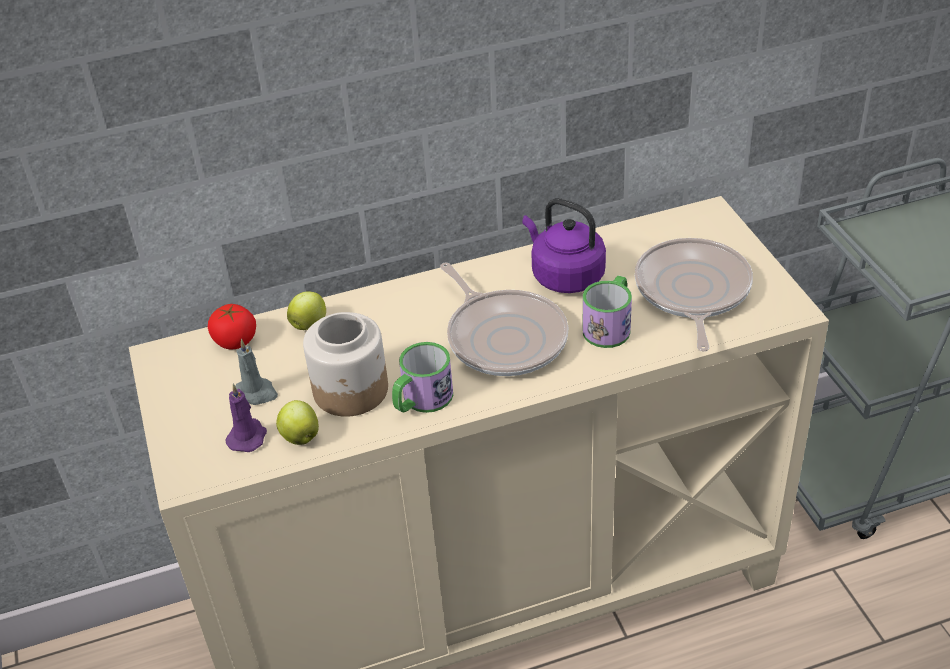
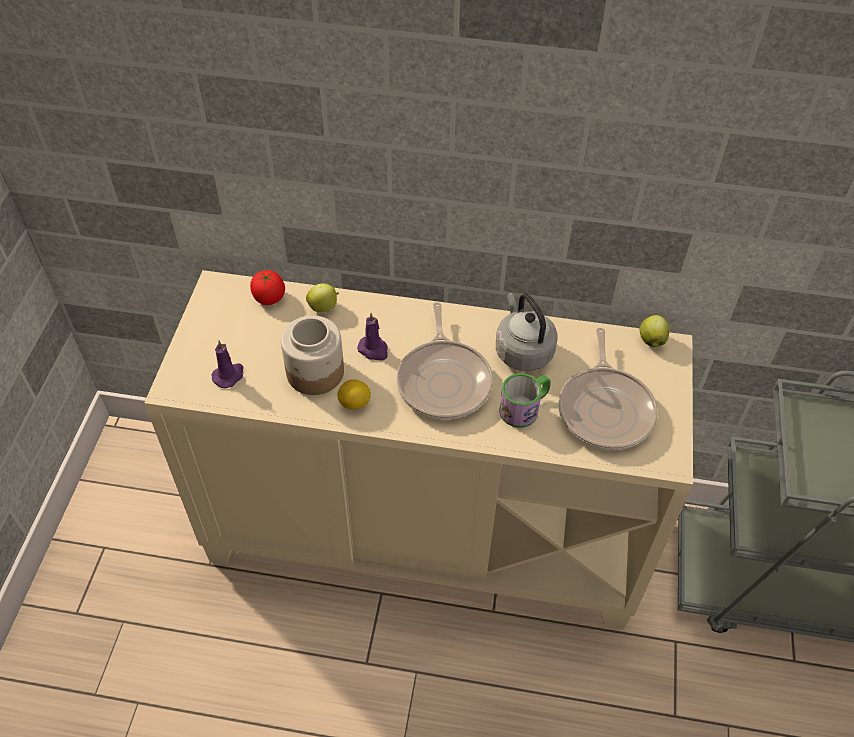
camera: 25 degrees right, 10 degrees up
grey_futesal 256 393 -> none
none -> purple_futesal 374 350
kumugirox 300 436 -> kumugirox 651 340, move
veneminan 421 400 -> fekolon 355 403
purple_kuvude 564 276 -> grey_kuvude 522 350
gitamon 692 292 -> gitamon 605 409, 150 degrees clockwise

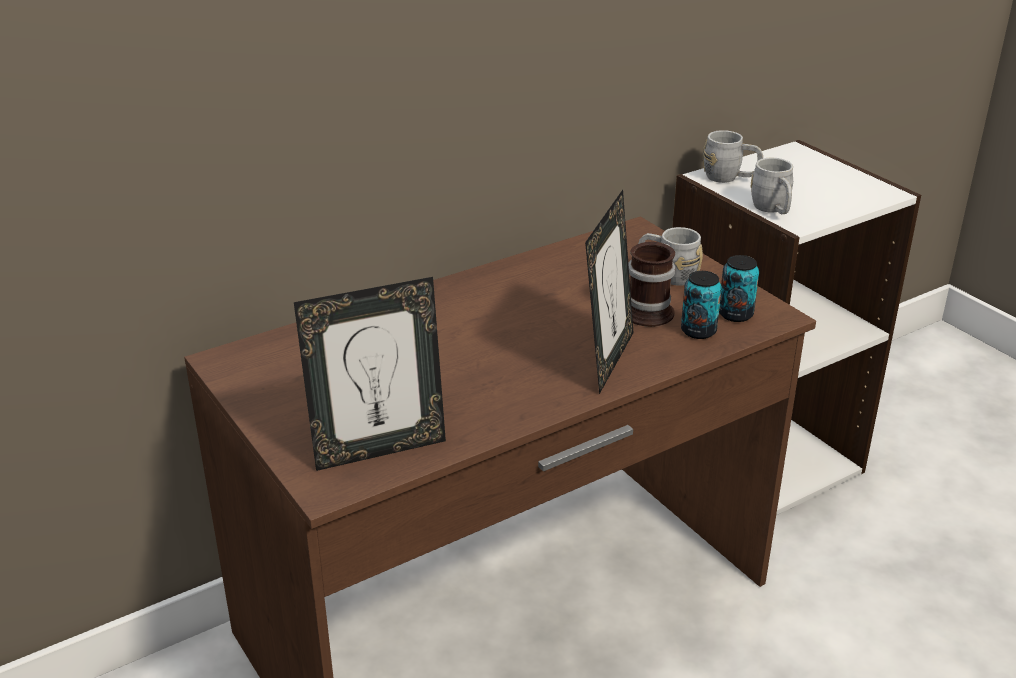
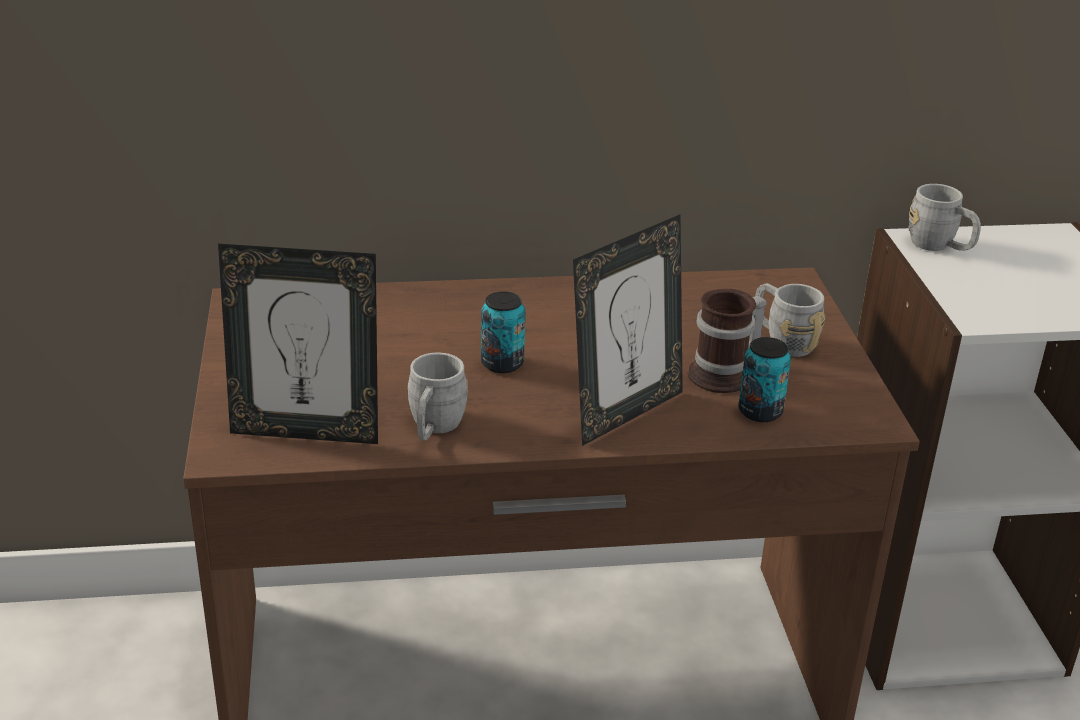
camera: 25 degrees right, 0 degrees up
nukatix 735 314 -> nukatix 502 363, move
grey_veneminan 773 210 -> grey_veneminan 433 428, move

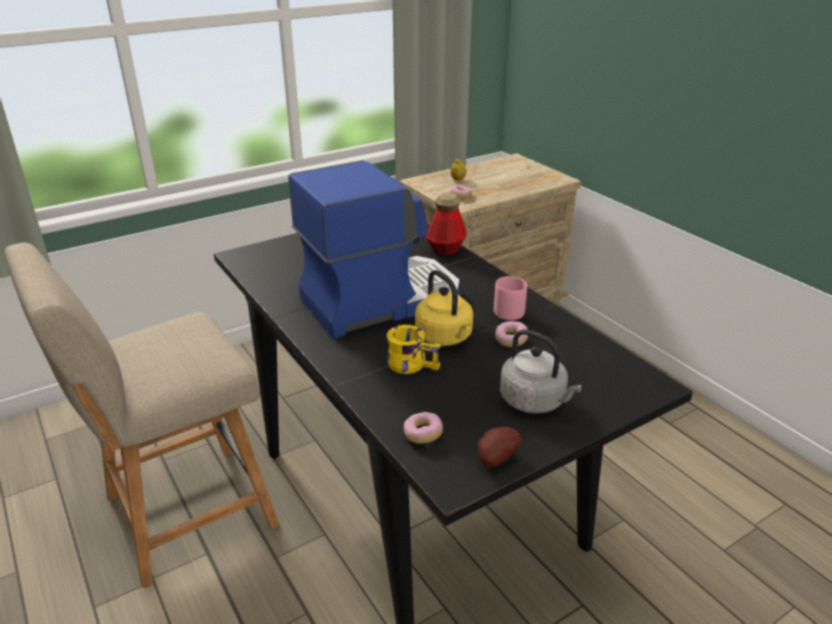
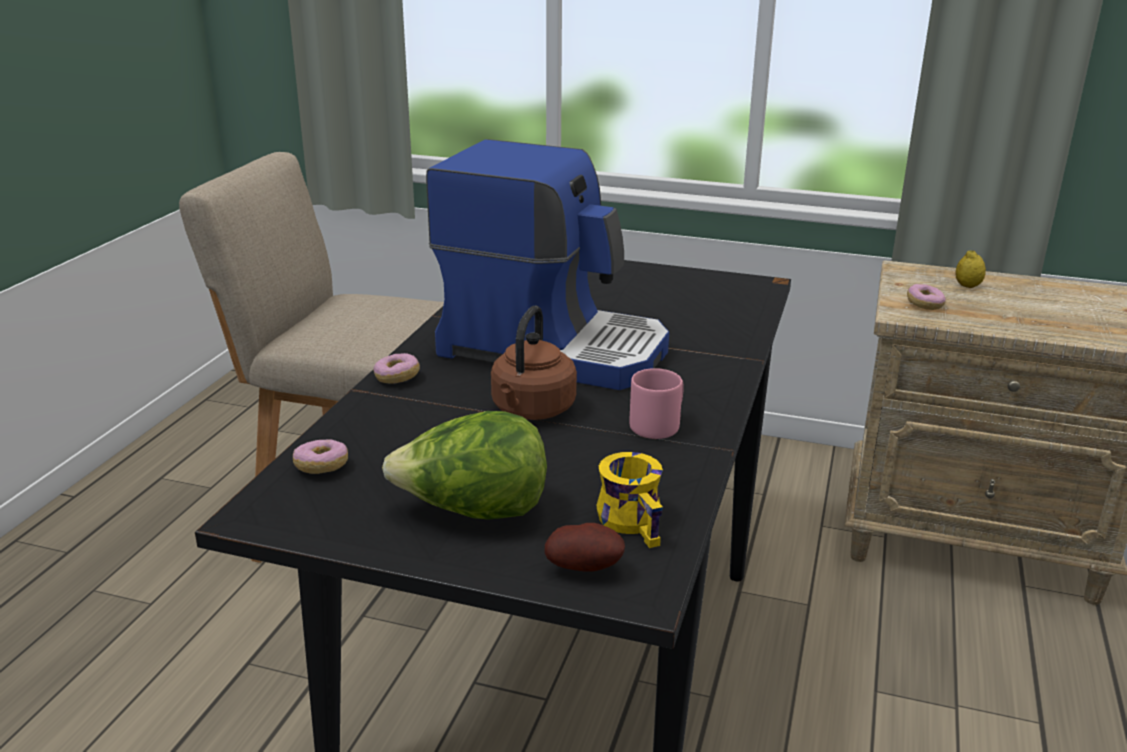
camera: 50 degrees right, 5 degrees down
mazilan 446 249 -> none
yellow_veneminan 413 363 -> yellow_veneminan 637 521, move
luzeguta 495 458 -> luzeguta 585 568, move
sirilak 511 340 -> sirilak 397 378, move
grey_kuvude 535 401 -> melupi 473 512
yellow_kuvude 445 338 -> brown_kuvude 531 410

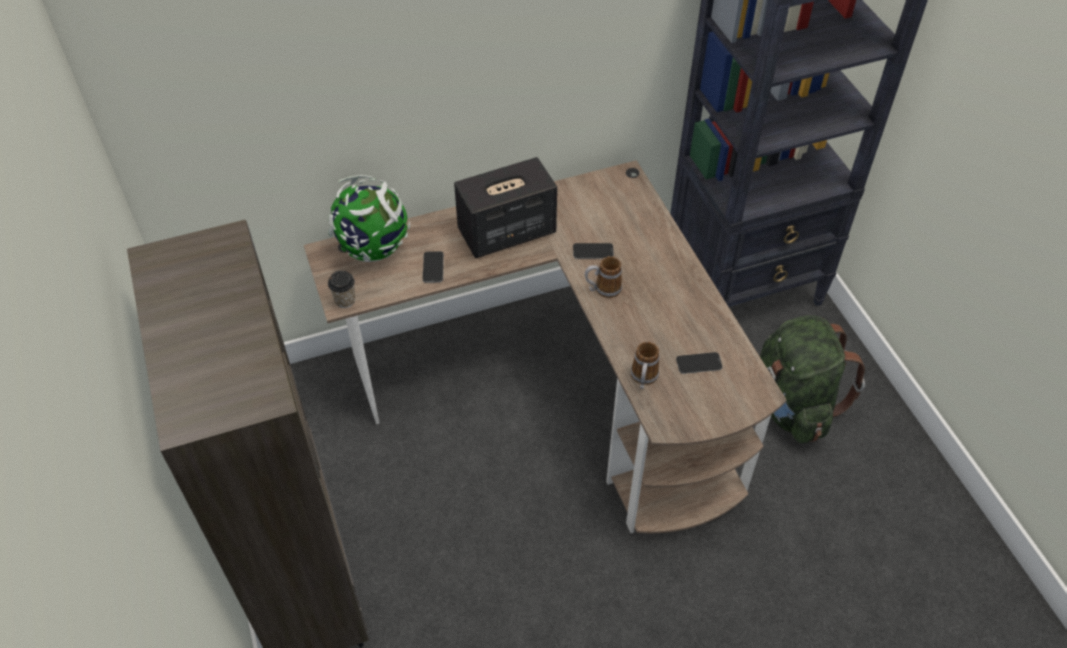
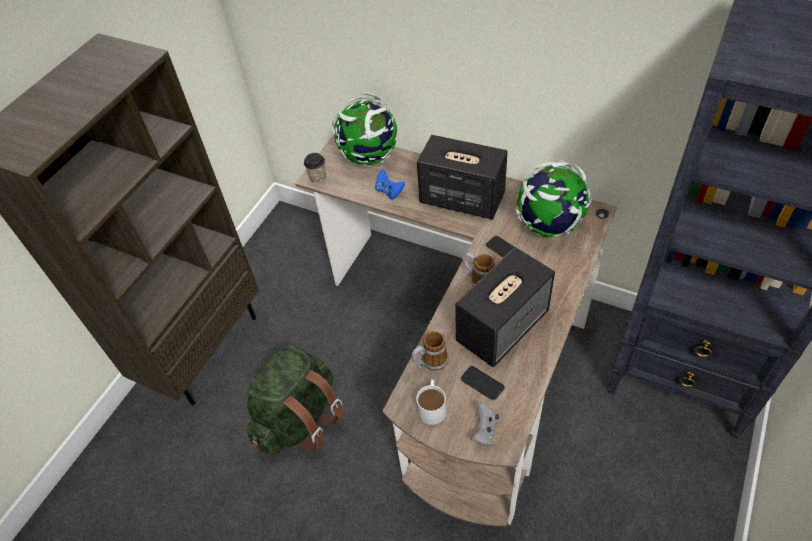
camera: 50 degrees right, 0 degrees up
none -> white_veneminan 432 406
none -> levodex 503 326
none -> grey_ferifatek 485 431
none -> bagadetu 548 226
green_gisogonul 792 405 -> green_gisogonul 299 420, move
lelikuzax 433 267 -> blue_ferifatek 389 191

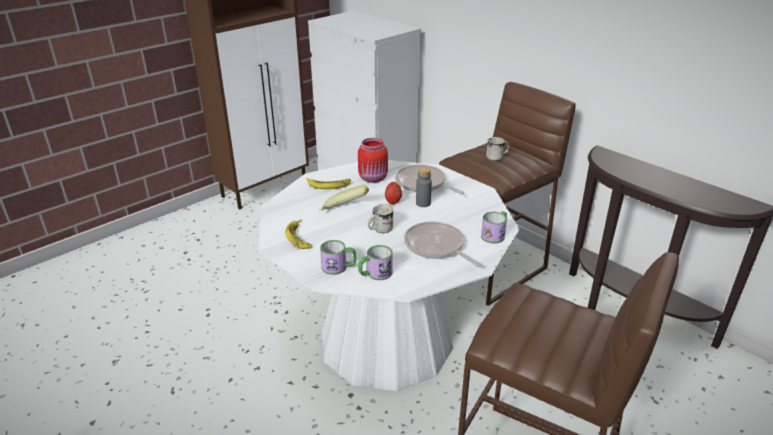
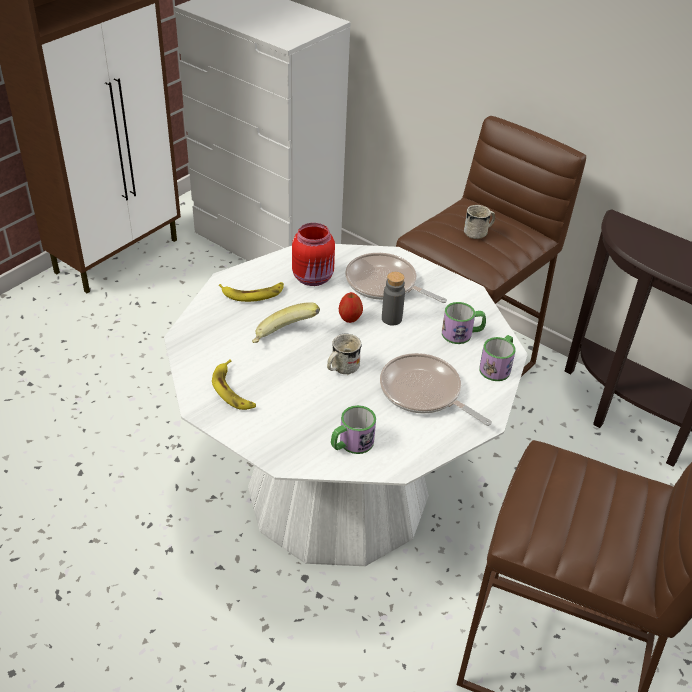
camera: 10 degrees left, 10 degrees up
veneminan 339 267 -> veneminan 462 334, move

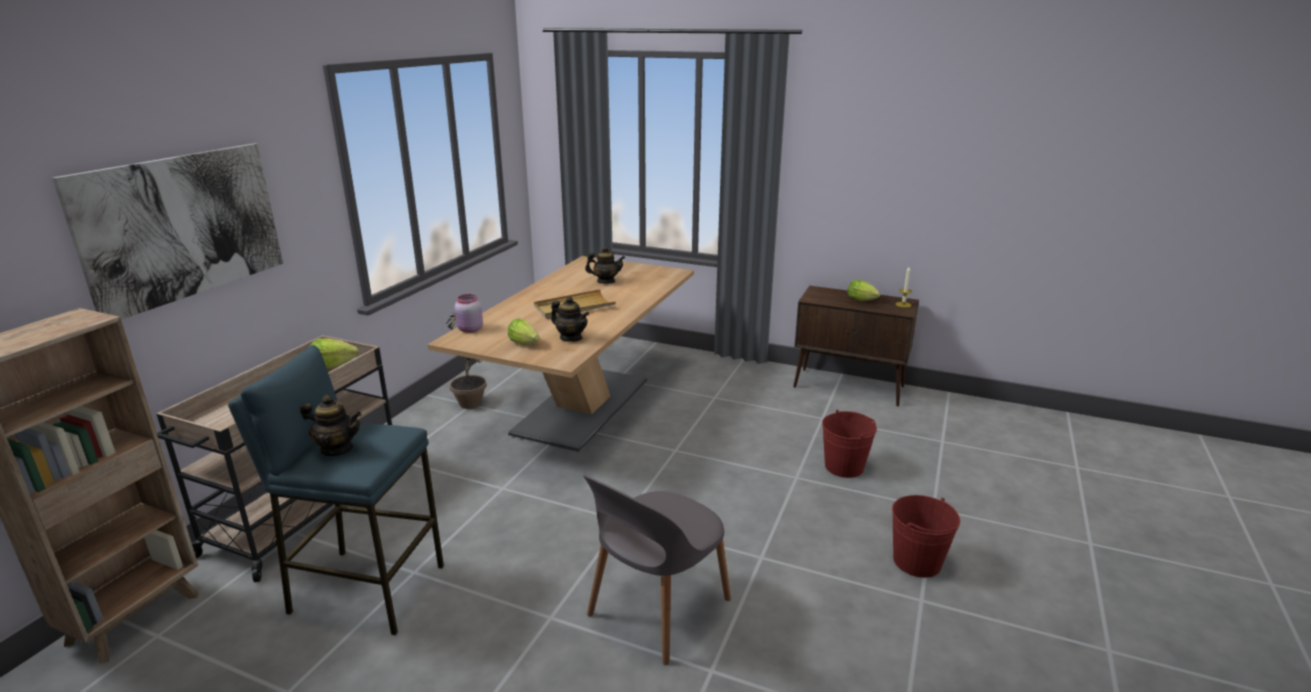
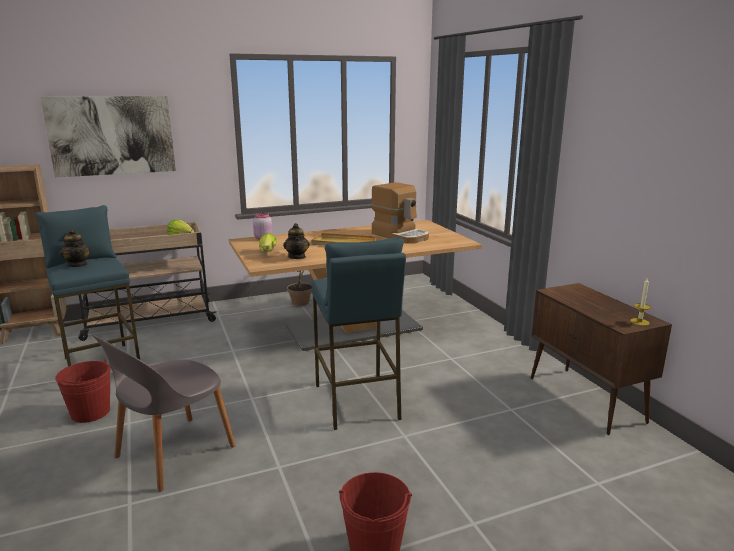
camera: 45 degrees right, 5 degrees down
melupi 863 300 -> none
none -> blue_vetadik 356 402
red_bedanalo 844 467 -> red_bedanalo 90 412, move
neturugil 606 281 -> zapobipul 401 235
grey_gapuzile 656 609 -> grey_gapuzile 172 453, 45 degrees counterclockwise

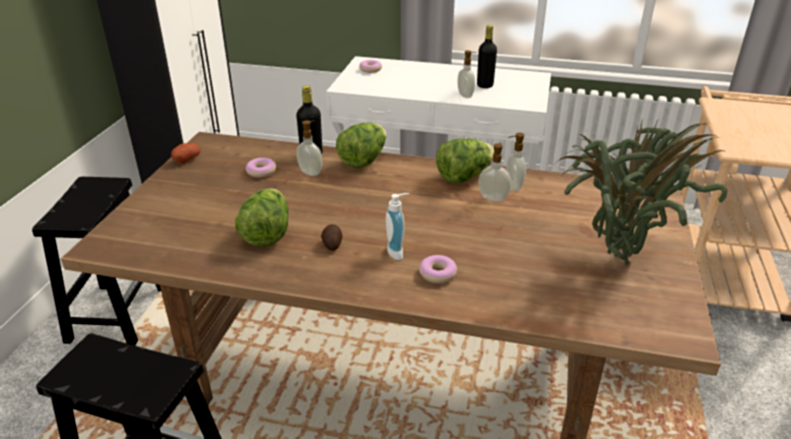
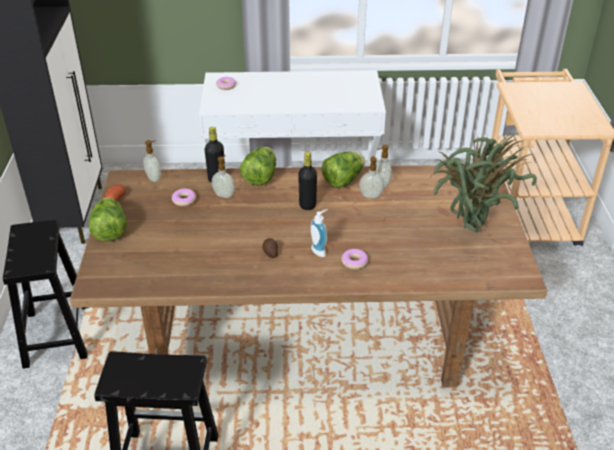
camera: 15 degrees left, 5 degrees up
melupi 267 234 -> melupi 110 231, move
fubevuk 466 95 -> fubevuk 154 178, move
black_mazilan 485 85 -> black_mazilan 307 205, move

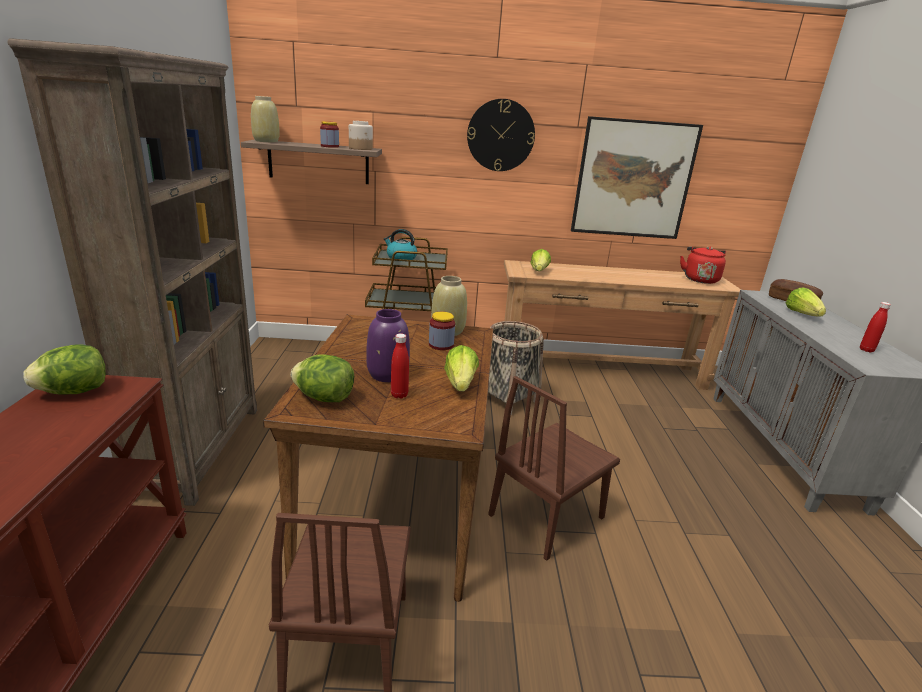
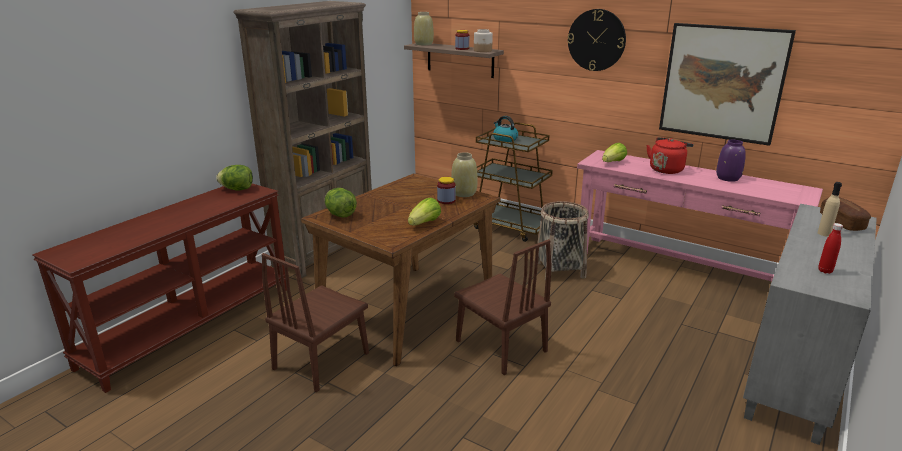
camera: 35 degrees right, 0 degrees up
red_mazilan 399 395 -> none
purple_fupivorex 387 375 -> purple_fupivorex 727 178, move
red_kuvude 700 279 -> red_kuvude 667 169, move
melupi 802 314 -> beige_mazilan 824 233
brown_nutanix 600 371 -> pink_nutanix 677 269
brown_gapuzile 546 516 -> brown_gapuzile 500 346, 120 degrees counterclockwise

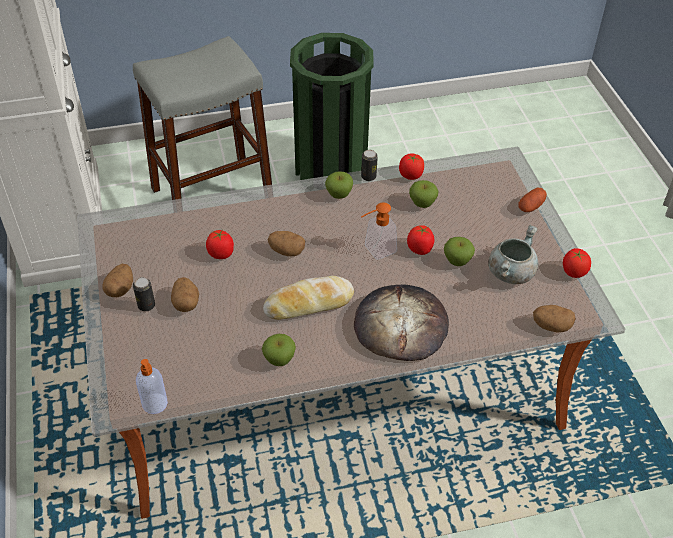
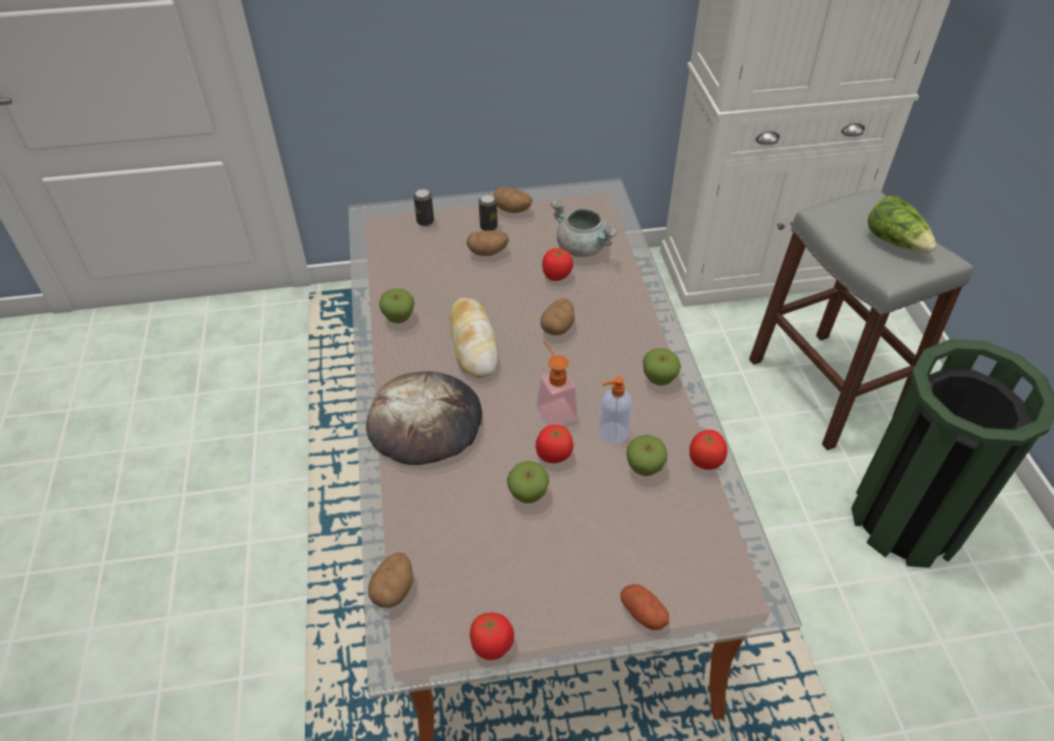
camera: 95 degrees right, 0 degrees up
none -> melupi 895 242
fubevuk 155 404 -> fubevuk 612 433, move
nukatix 368 176 -> nukatix 425 221, move
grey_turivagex 510 272 -> grey_turivagex 583 248, move

